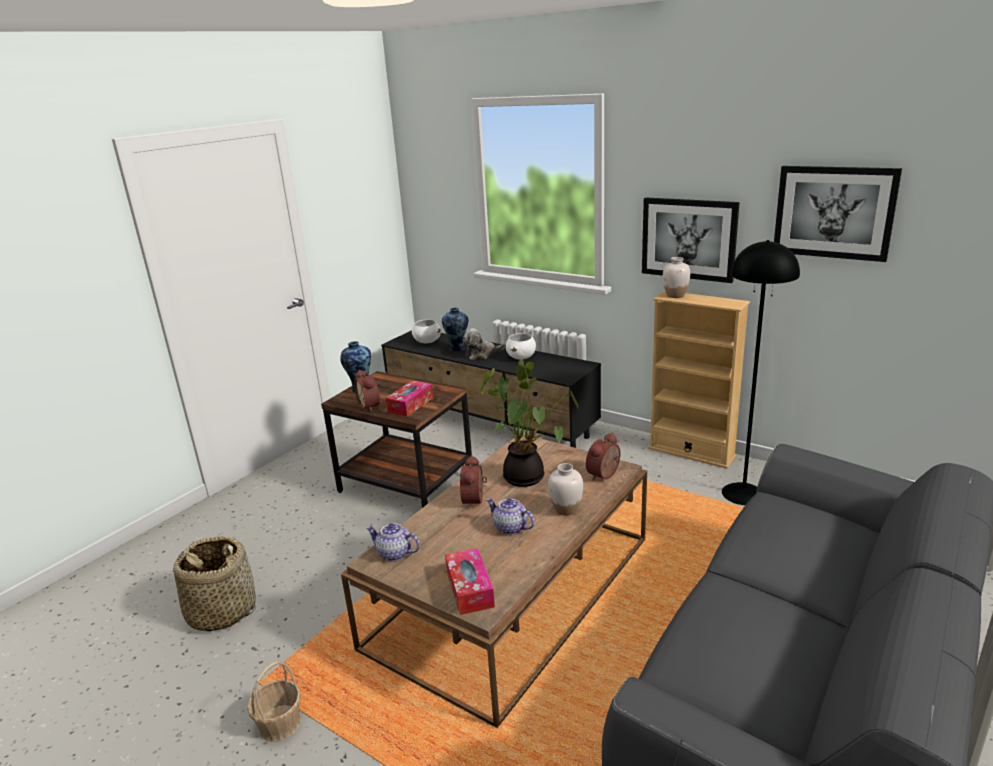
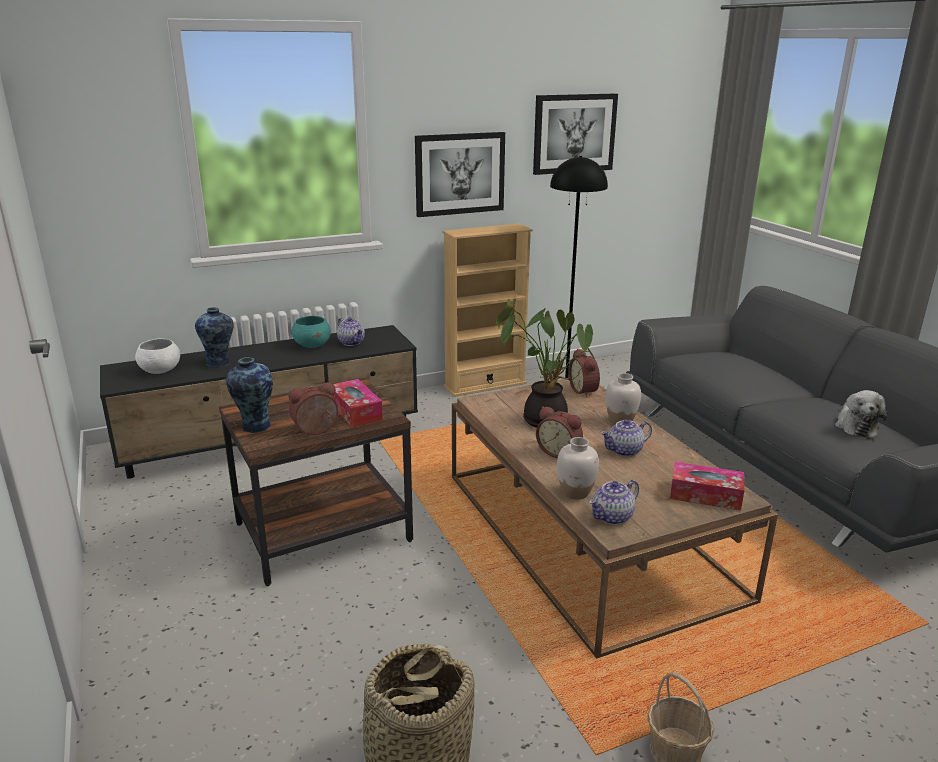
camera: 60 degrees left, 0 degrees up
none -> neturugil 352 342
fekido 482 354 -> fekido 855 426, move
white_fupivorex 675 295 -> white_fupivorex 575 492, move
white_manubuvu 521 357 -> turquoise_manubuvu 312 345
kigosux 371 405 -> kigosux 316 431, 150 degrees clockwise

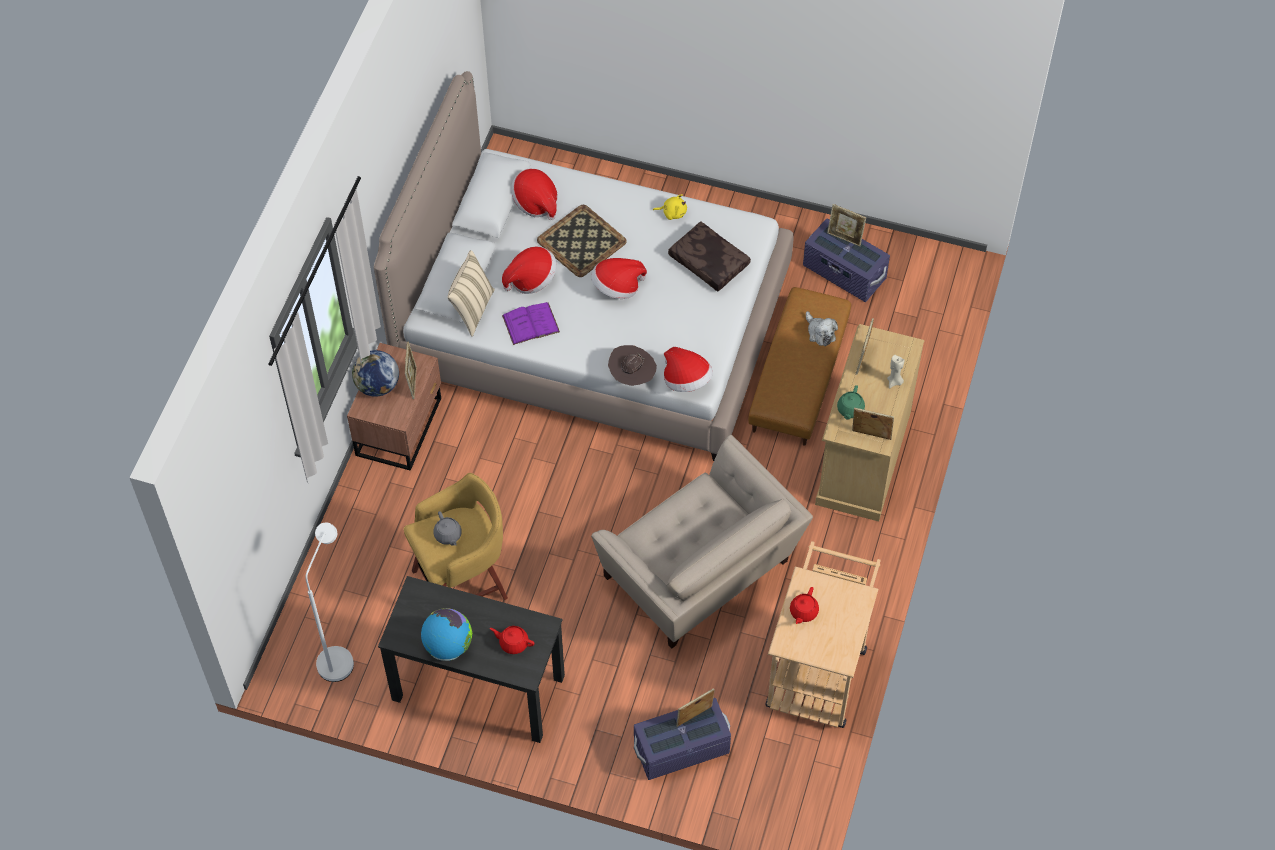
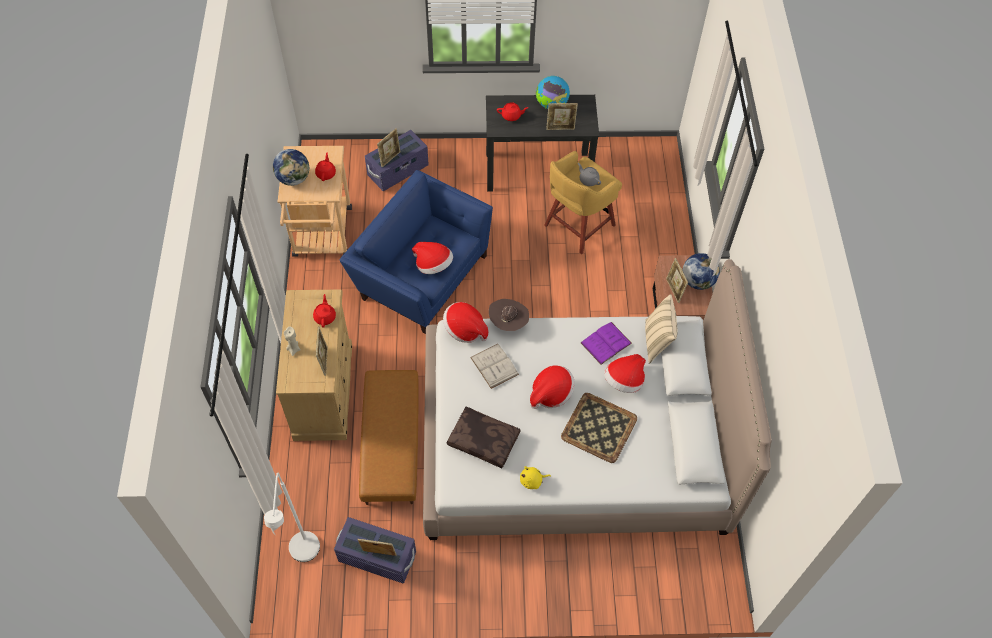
camera: 160 degrees right, 0 degrees up
fekido 820 333 -> none
none -> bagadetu 294 178
none -> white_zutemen 494 366
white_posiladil 339 656 -> white_posiladil 304 556, move
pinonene 536 202 -> pinonene 433 265, move
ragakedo 870 436 -> ragakedo 560 128, move
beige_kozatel 699 573 -> blue_kozatel 421 274
green_neturugil 850 409 -> red_neturugil 325 317

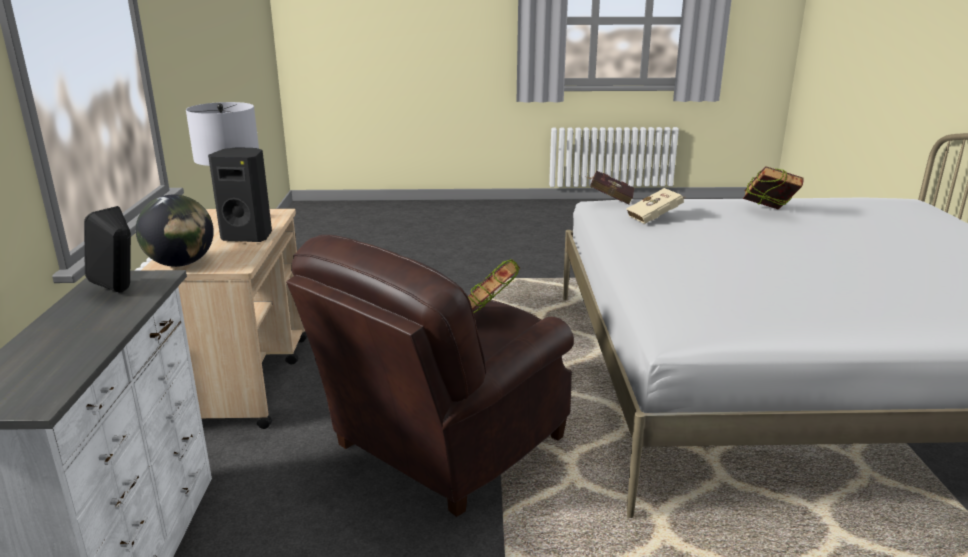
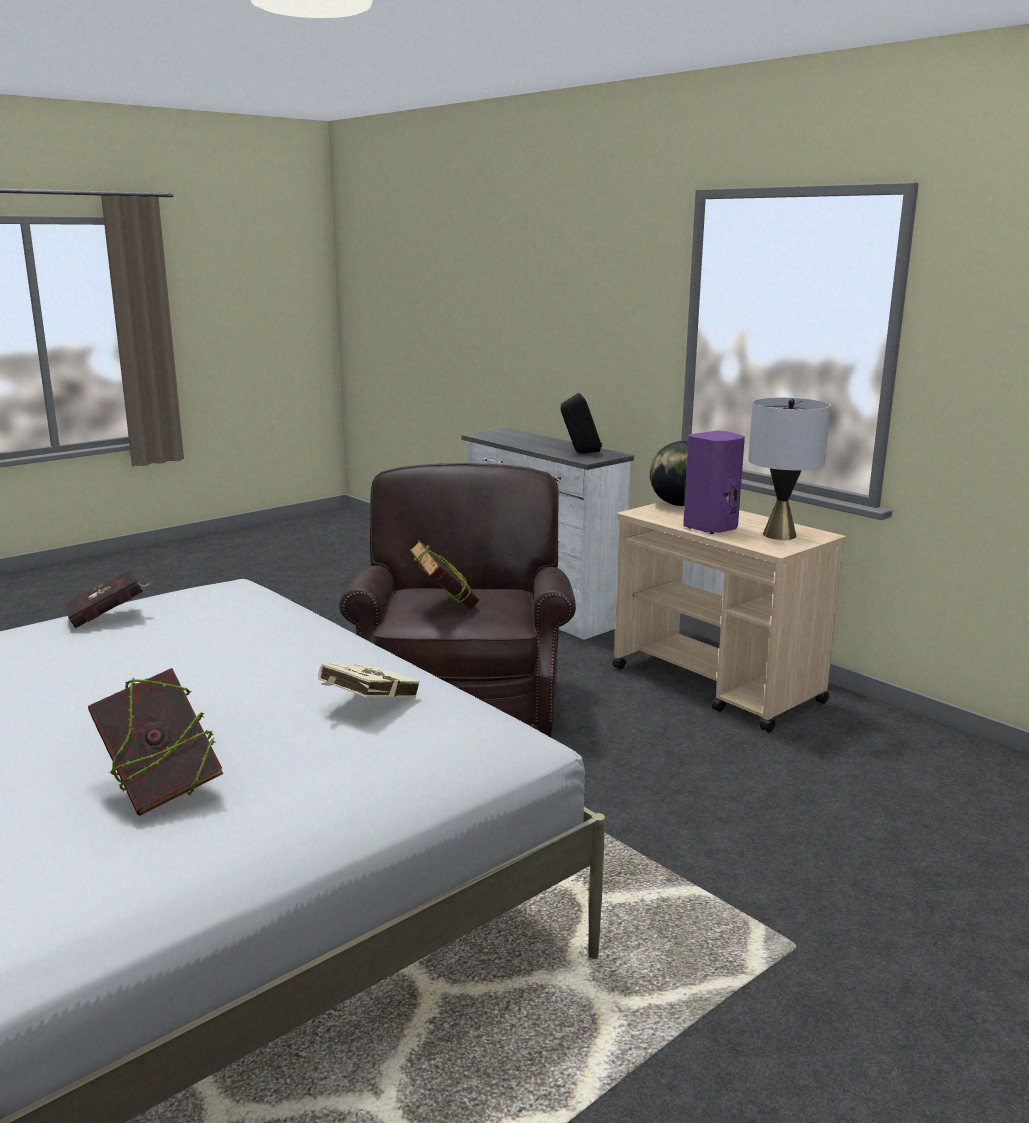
camera: 140 degrees right, 5 degrees down
red_zutemen 609 199 -> red_zutemen 110 617, move
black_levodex 248 236 -> purple_levodex 712 528

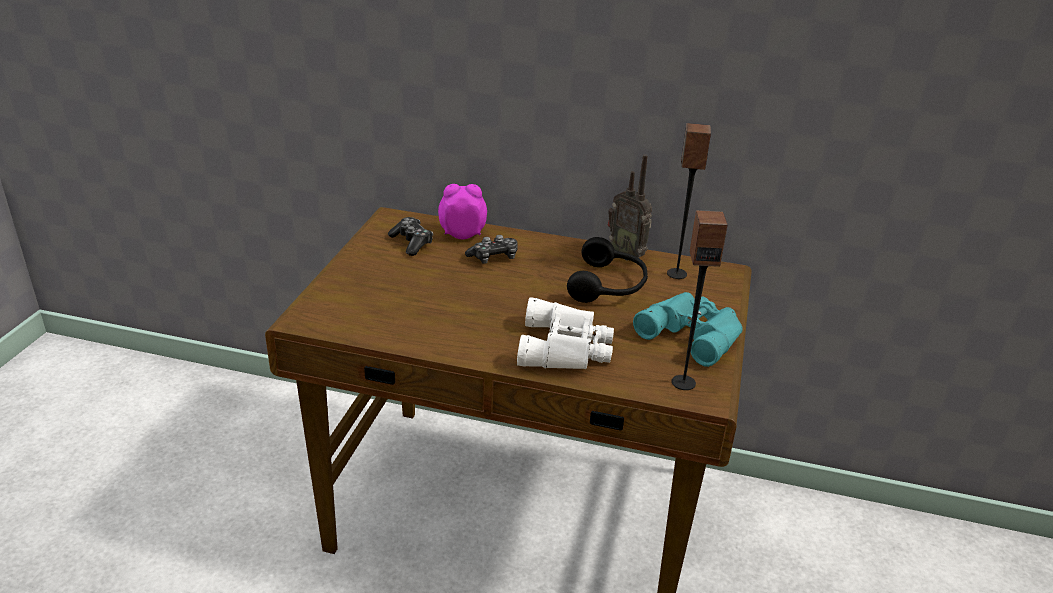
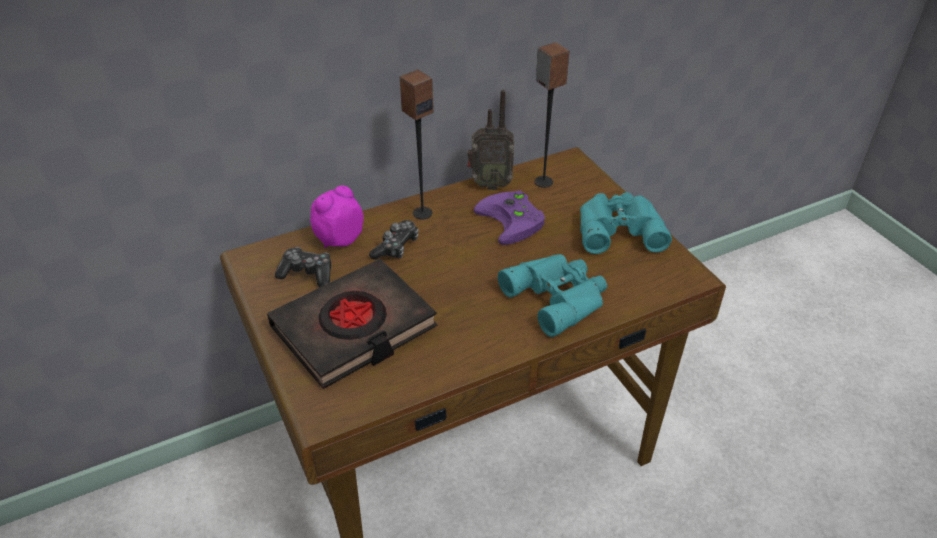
camera: 40 degrees left, 10 degrees up
none -> black_zutemen 354 329
levodex 683 382 -> levodex 422 213, move
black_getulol 609 286 -> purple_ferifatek 514 221
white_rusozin 567 347 -> turquoise_rusozin 558 296

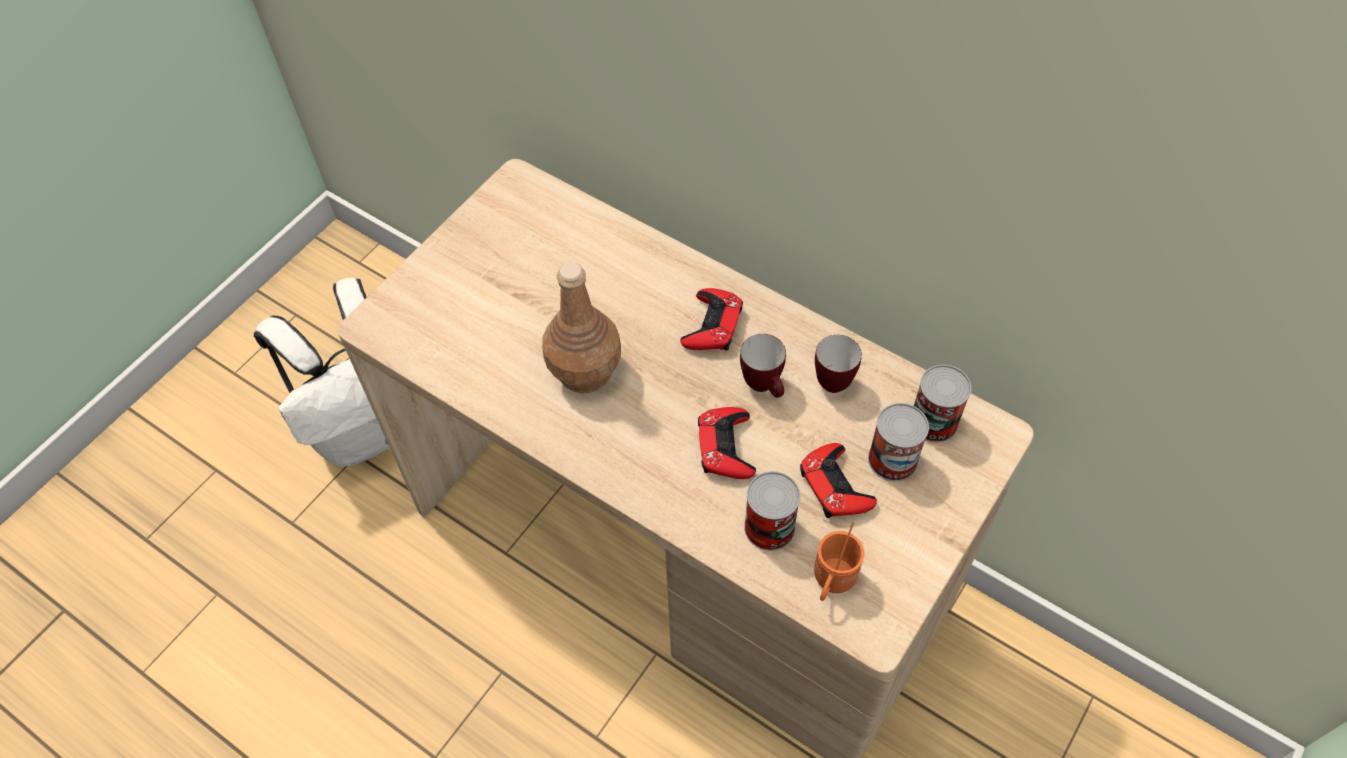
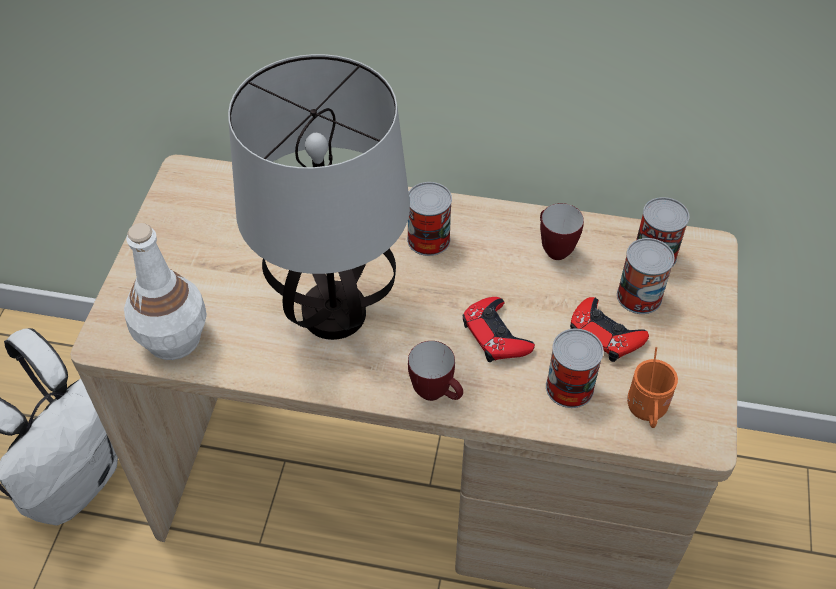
camera: 25 degrees left, 5 degrees down
none -> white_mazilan 173 338
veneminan 764 387 -> veneminan 437 394, move
brown_mazilan 585 372 -> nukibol 335 315
red_ferifatek 712 326 -> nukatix 428 239

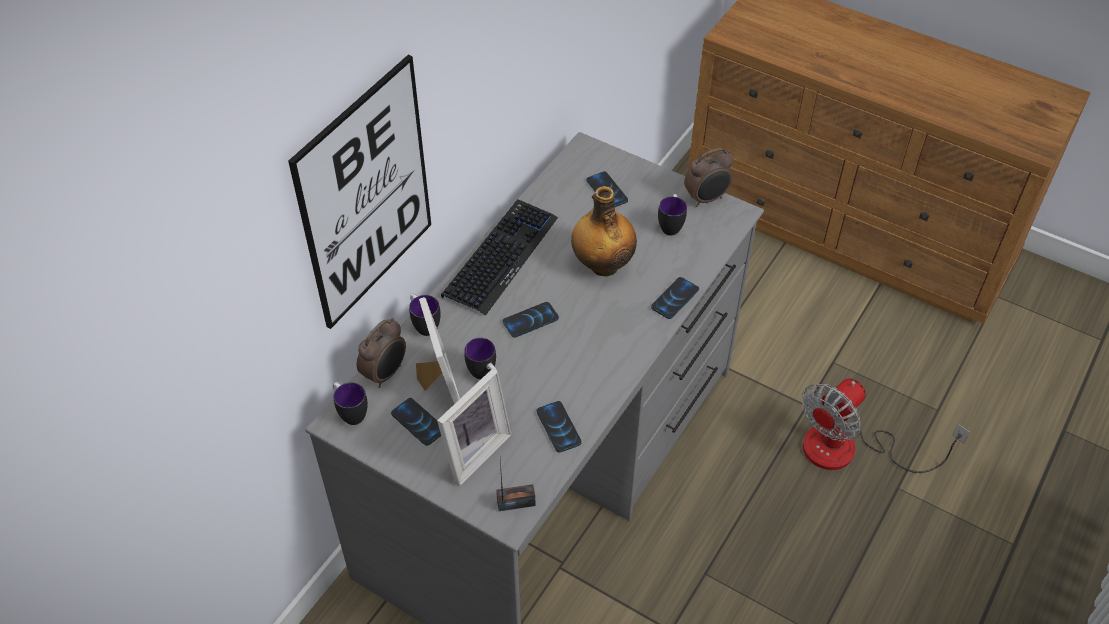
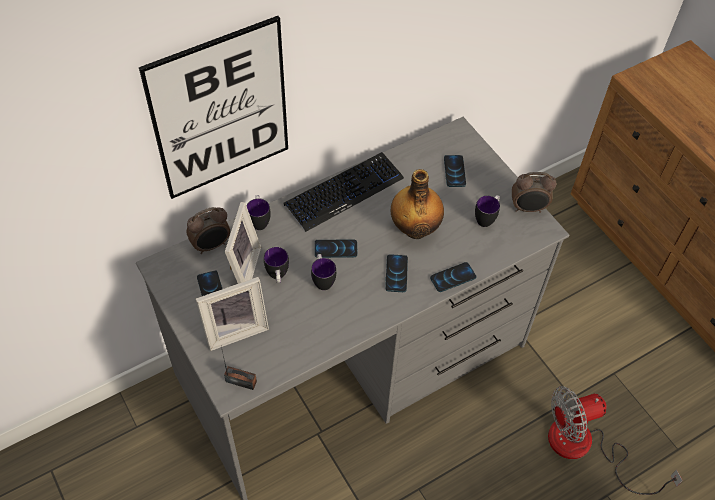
camera: 25 degrees right, 5 degrees up
veneminan 350 413 -> veneminan 322 280, move
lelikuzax 558 427 -> lelikuzax 396 274, move

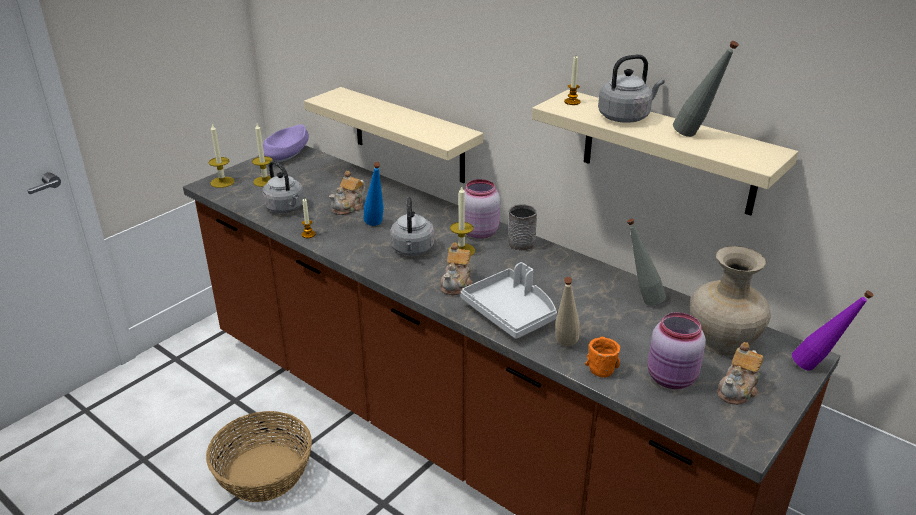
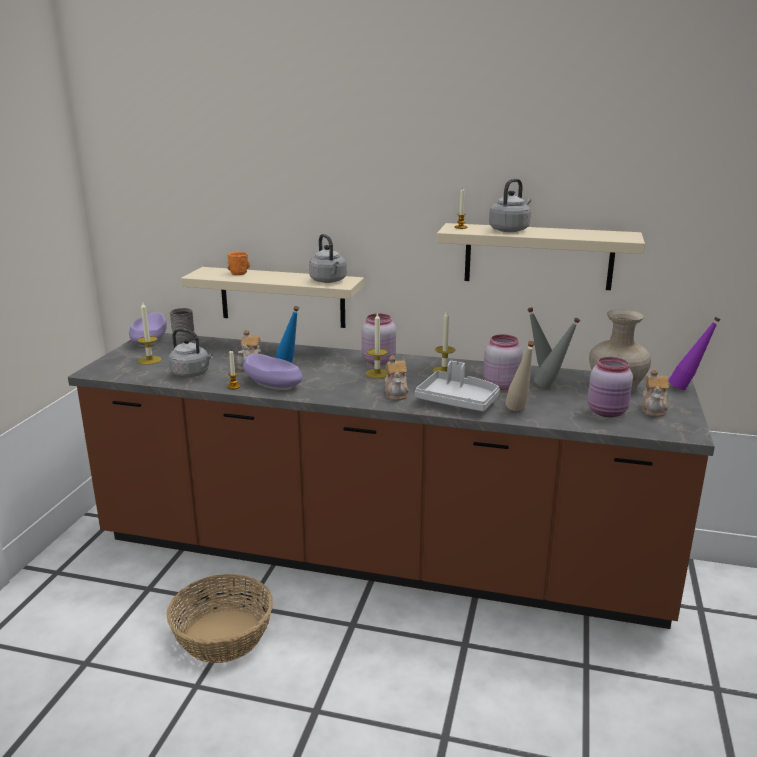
camera: 25 degrees left, 10 degrees down
none -> purple_manubuvu 272 384
none -> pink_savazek 500 385
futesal 222 182 -> futesal 444 371, move
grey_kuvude 412 250 -> grey_kuvude 329 281, move
grey_veneminan 521 241 -> grey_veneminan 183 338, move
orange_veneminan 599 364 -> orange_veneminan 237 272, move
grey_mazilan 696 137 -> grey_mazilan 552 387, move

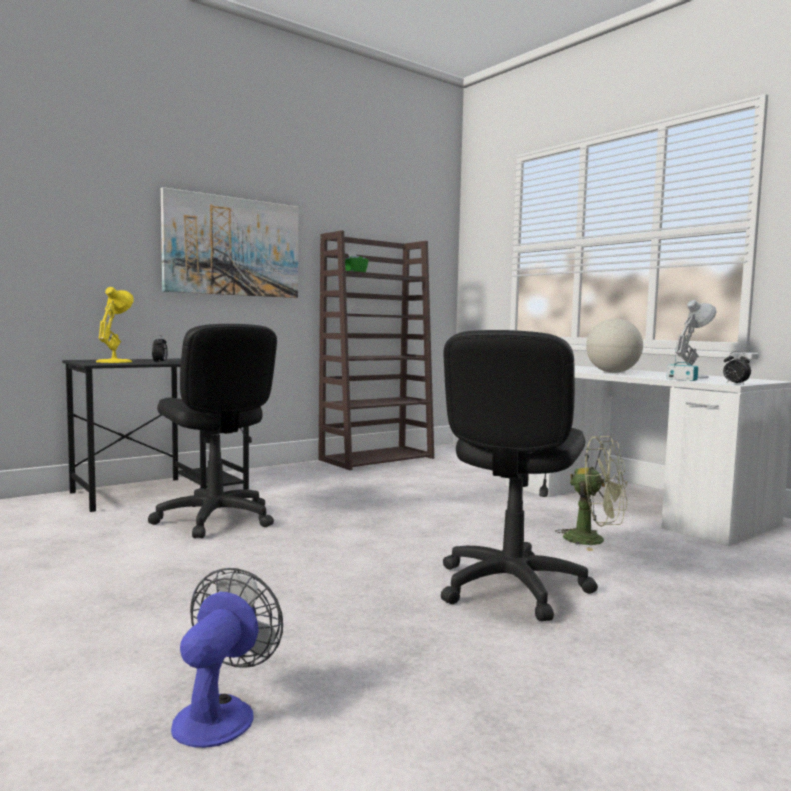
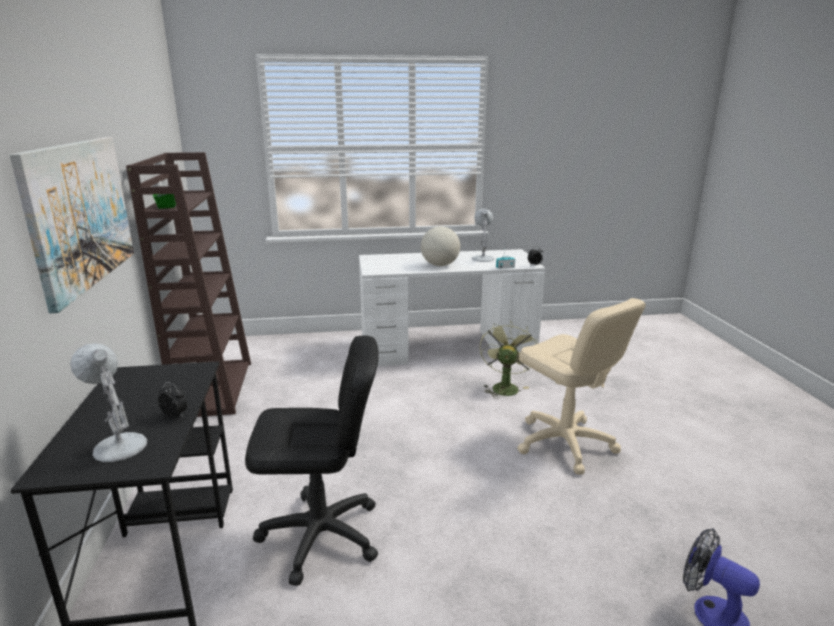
camera: 60 degrees left, 15 degrees up
yellow_nukibol 115 361 -> white_nukibol 118 446
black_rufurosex 510 587 -> beige_rufurosex 565 443
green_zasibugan 593 540 -> green_zasibugan 504 387, 45 degrees counterclockwise

